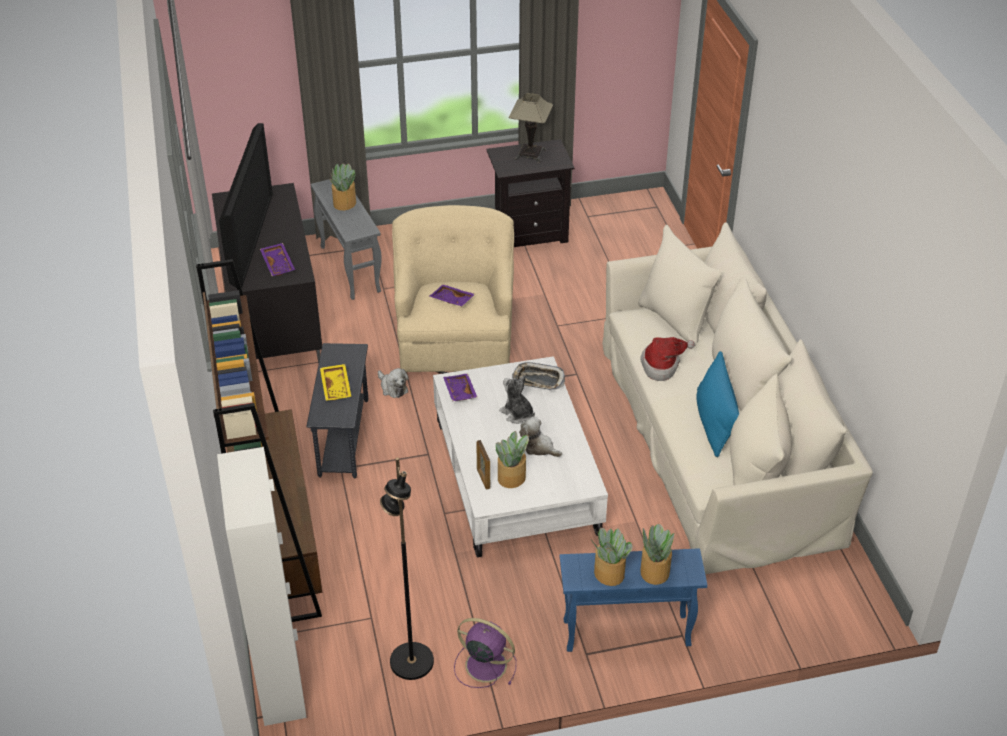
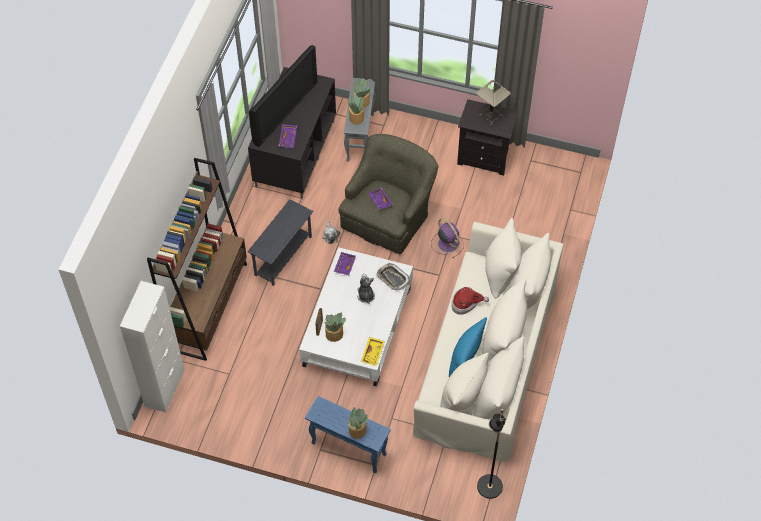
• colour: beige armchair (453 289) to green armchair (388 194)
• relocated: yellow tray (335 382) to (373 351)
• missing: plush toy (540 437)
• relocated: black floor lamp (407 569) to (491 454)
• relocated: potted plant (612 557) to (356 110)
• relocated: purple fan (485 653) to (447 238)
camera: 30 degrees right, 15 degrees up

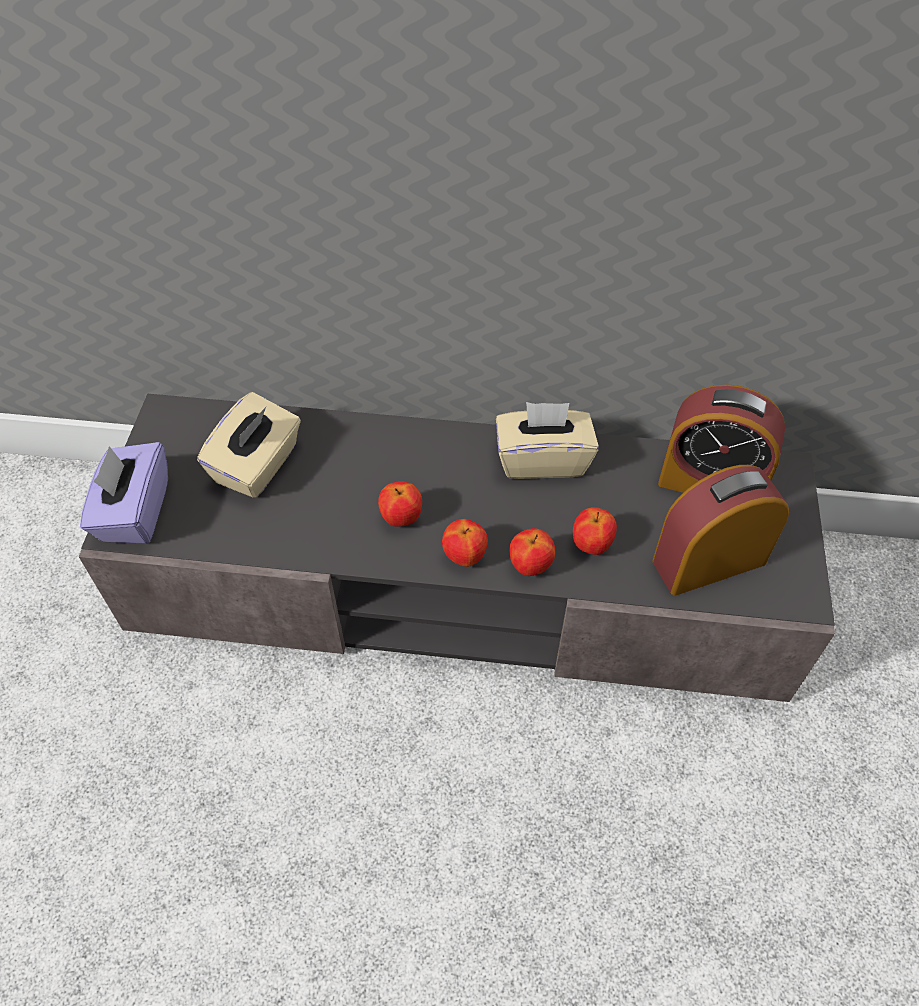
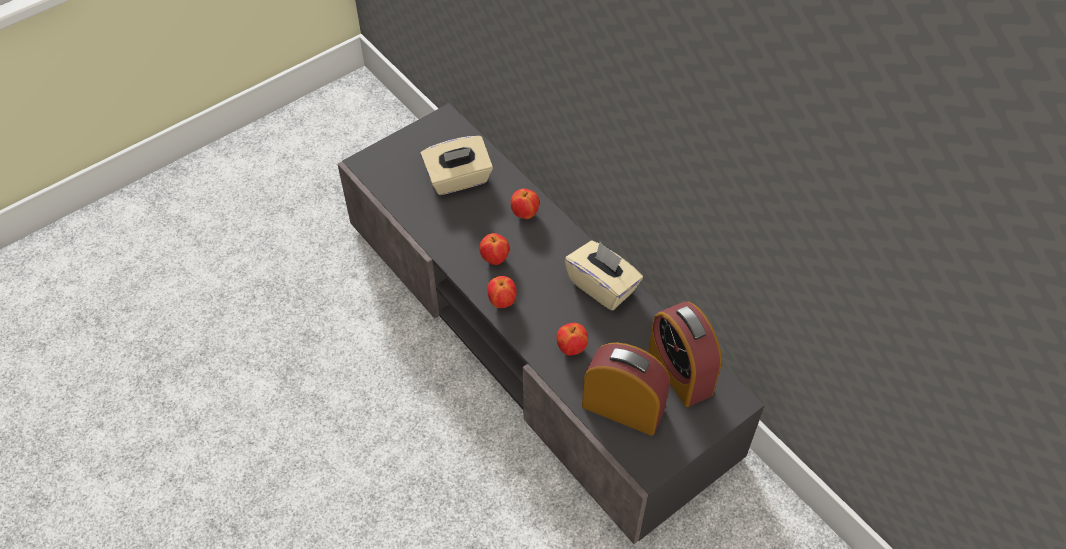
• missing: purple tissue box (124 493)
• relocated: apple (532 552) to (525 204)
camera: 45 degrees right, 0 degrees up

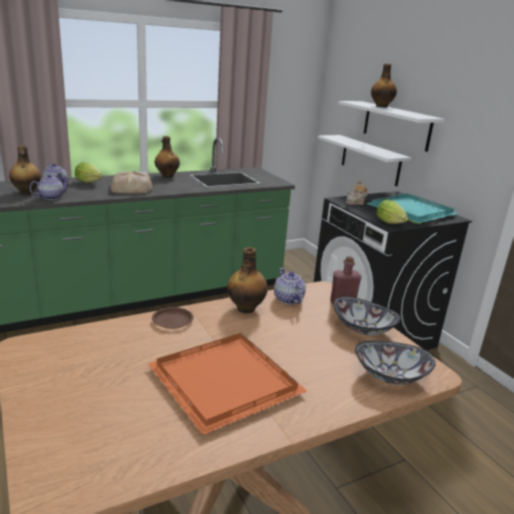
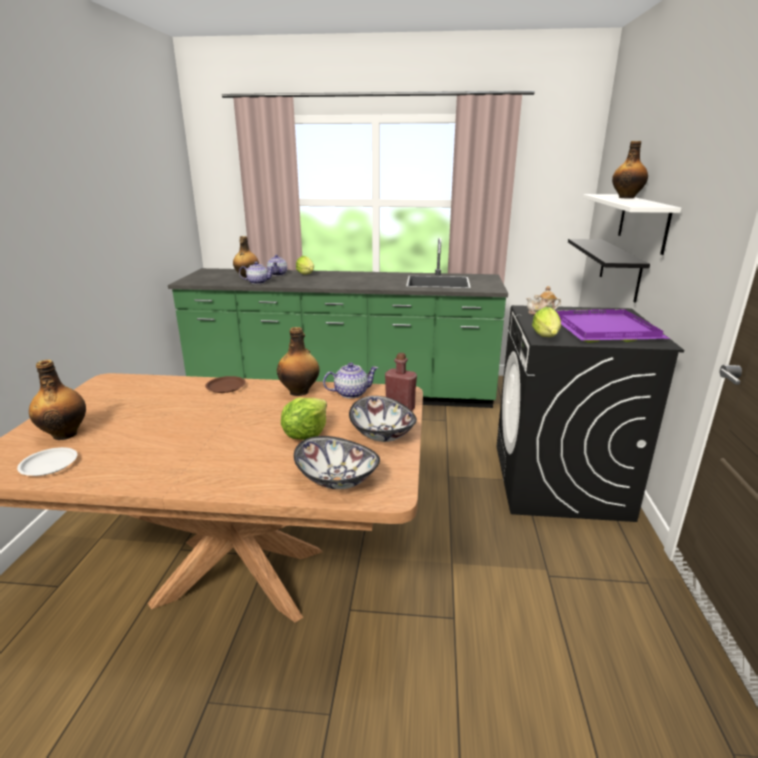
• colour: white shelf (365 160) to black shelf (609 271)
• relocated: bottle (167 157) to (57 400)
• missing: bread (132 182)
• colour: turquoise tray (412 208) to purple tray (613 326)
• spun: teapot (290 286) = (350 380) 60 degrees clockwise
• missing: orange tray (227 384)
• appeared: lettuce (304 419)
• appeared: white plate (47 461)
camera: 35 degrees right, 0 degrees up

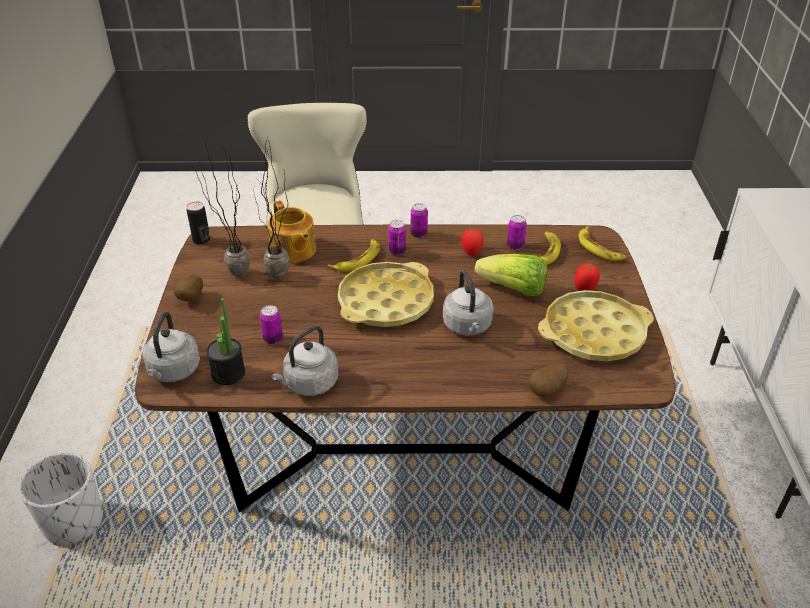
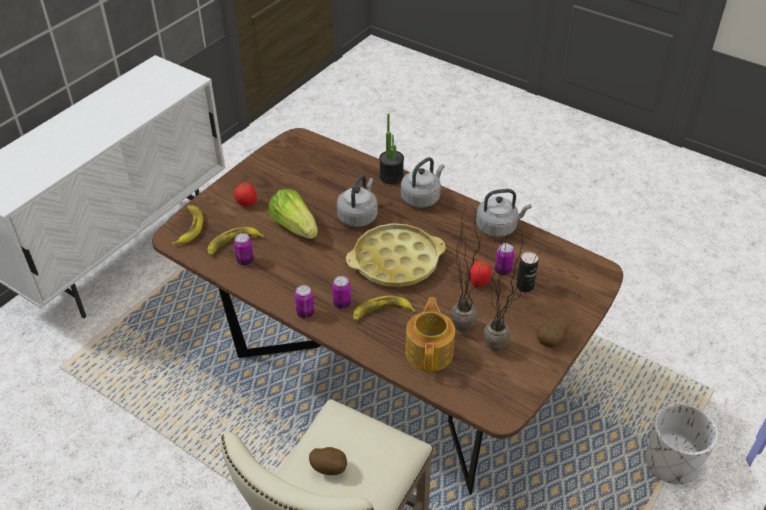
• relocated: can (198 223) to (527 272)
• relocated: tomato (472 241) to (480 274)
• missing: yellow tray (596 325)
• relocated: potted plant (225 341) to (391 148)
• relocated: grey kettle (171 347) to (423 182)
• relocated: potato (548 380) to (328 461)
camera: 145 degrees left, 5 degrees up

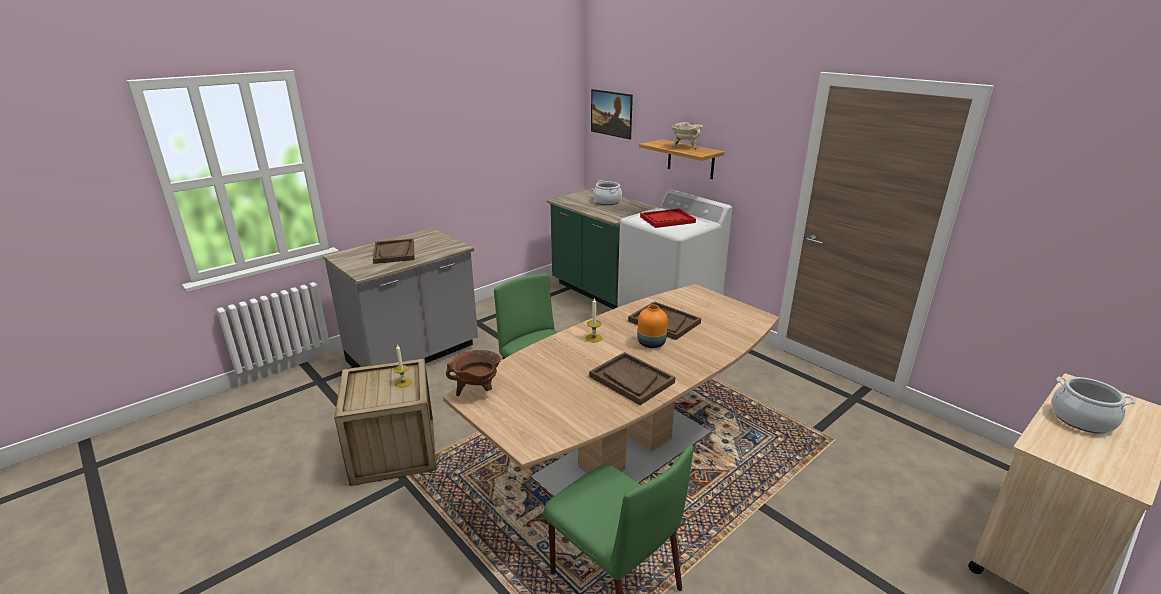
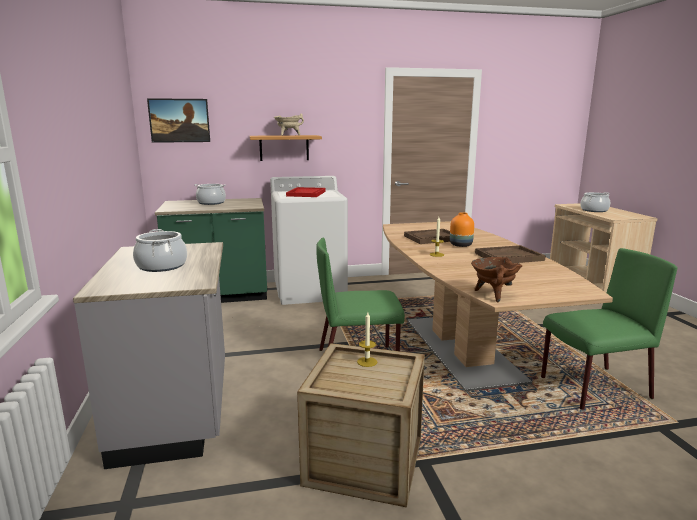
• exchanged: brown tray (393 251) to cooking pot (160 250)
camera: 60 degrees left, 10 degrees down

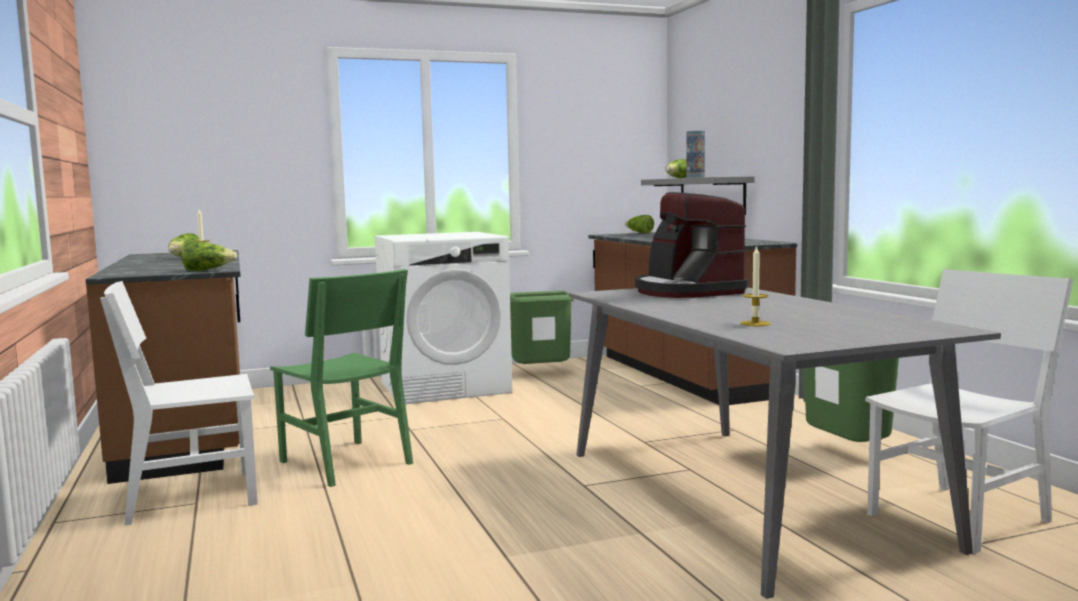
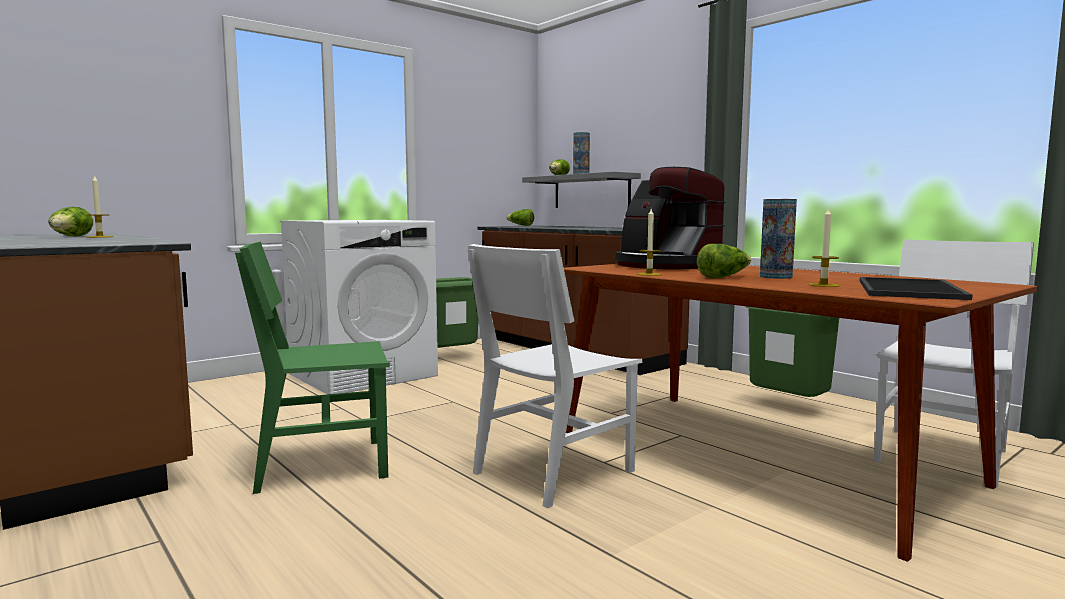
• relocated: lettuce (209 256) to (724 261)
• spun: green chair (341 378) = (312 368) 135 degrees clockwise
• relocated: white chair (179 403) to (555 376)
• colour: grey dining table (785 443) to brown dining table (801 413)
• appeared: vase (778 239)
• appeared: candle (649 242)
• appeared: tray (916 288)
camera: 20 degrees left, 0 degrees up

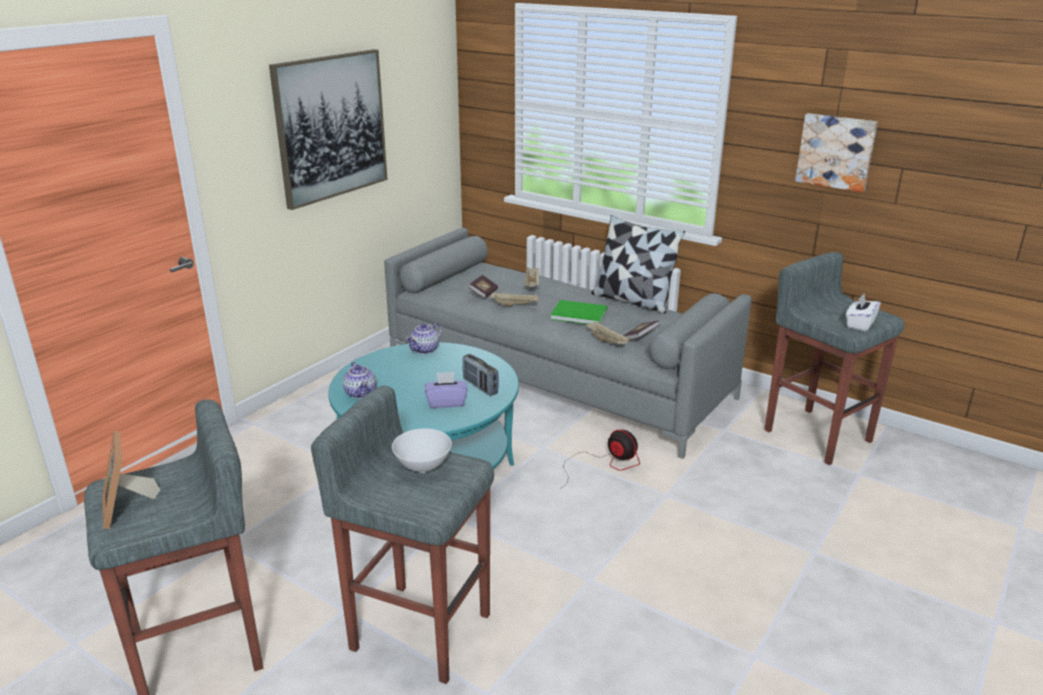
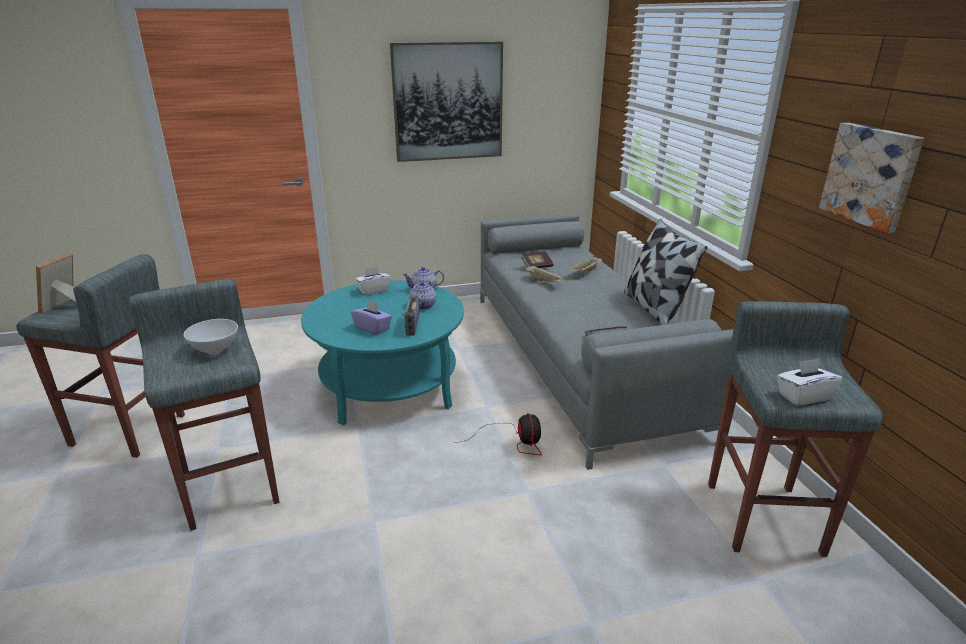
• missing: green book (578 312)
• missing: beige tray (608 333)
• relocated: teapot (359 380) to (422 295)
• appeared: white tissue box (373 280)
camera: 40 degrees right, 0 degrees up

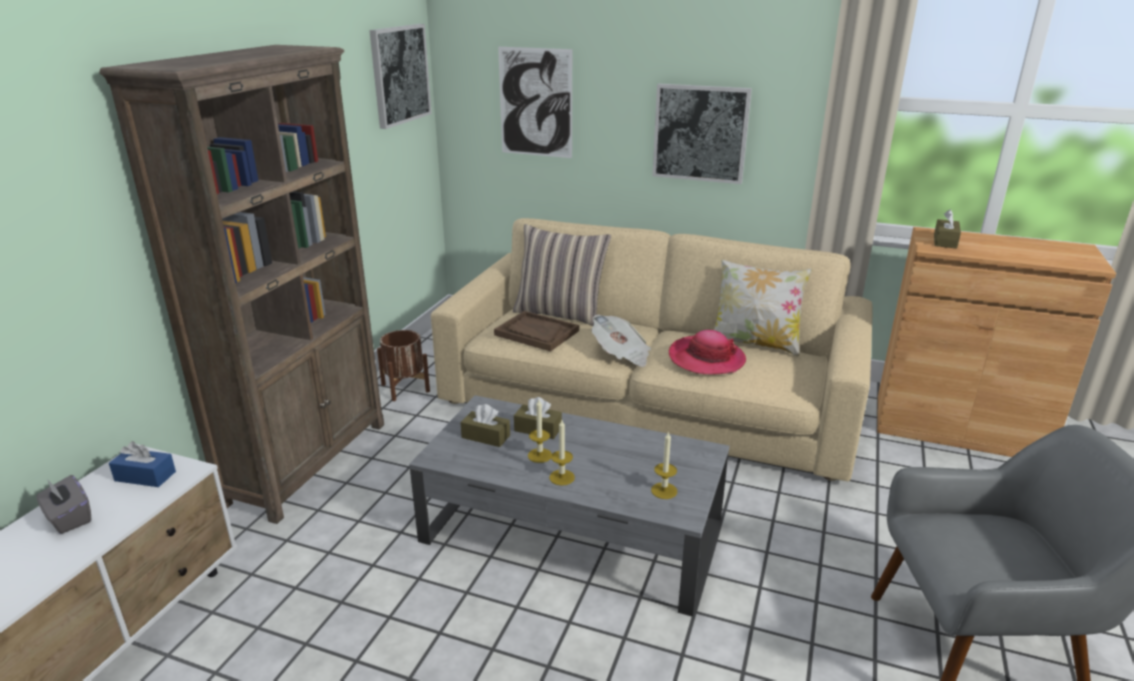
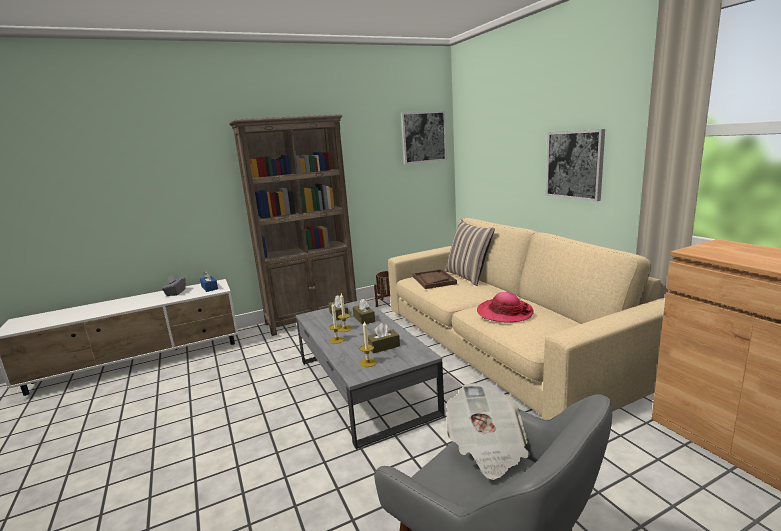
• missing: picture (535 102)
• relocated: brown tissue box (947 229) to (384 338)
• missing: pillow (763 308)
• relocated: newspaper (621 340) to (488 431)
camera: 45 degrees right, 10 degrees down

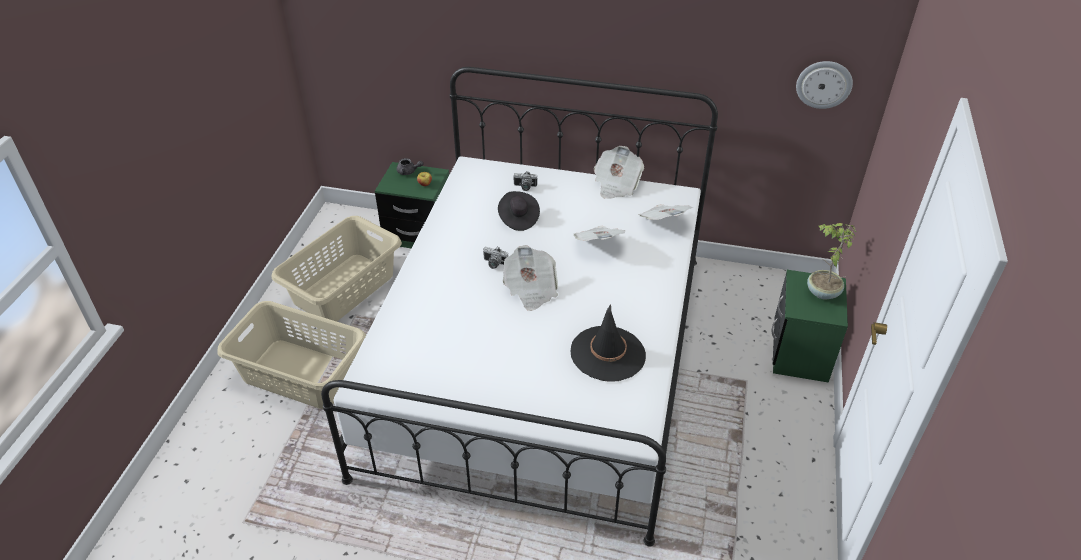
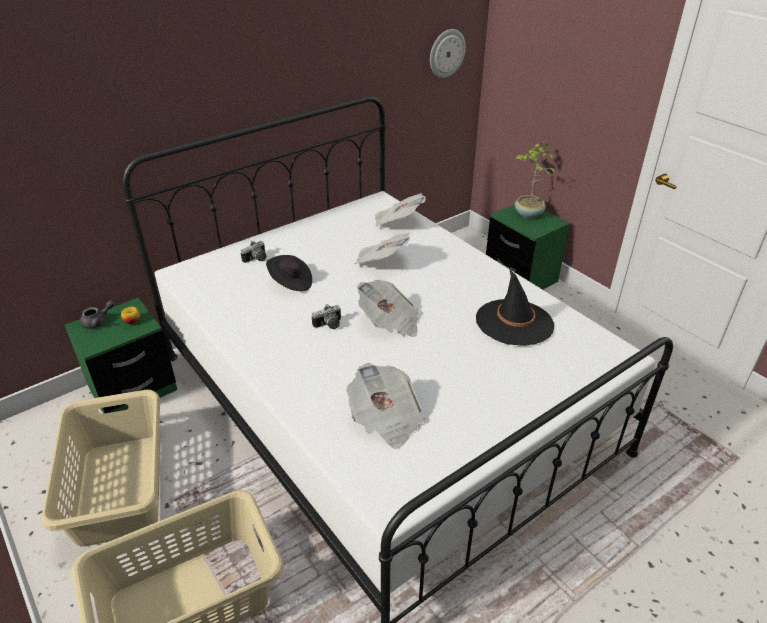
• relocated: newspaper (619 172) to (385 406)
camera: 50 degrees left, 5 degrees down

